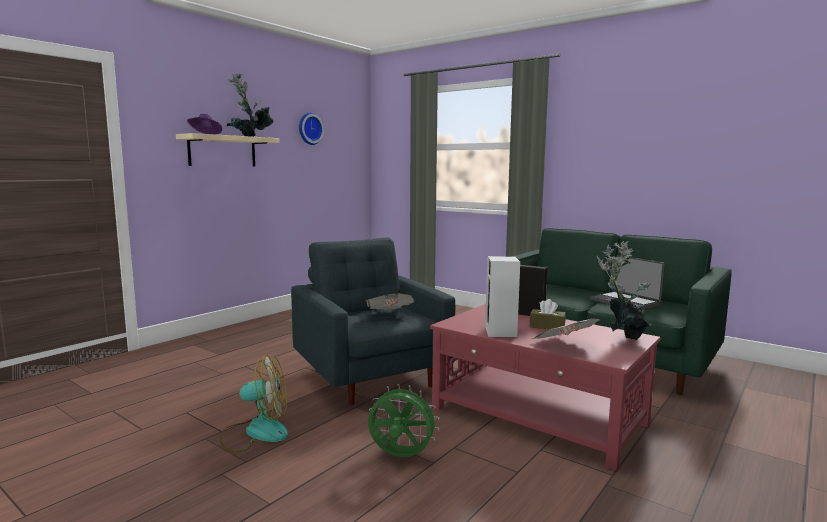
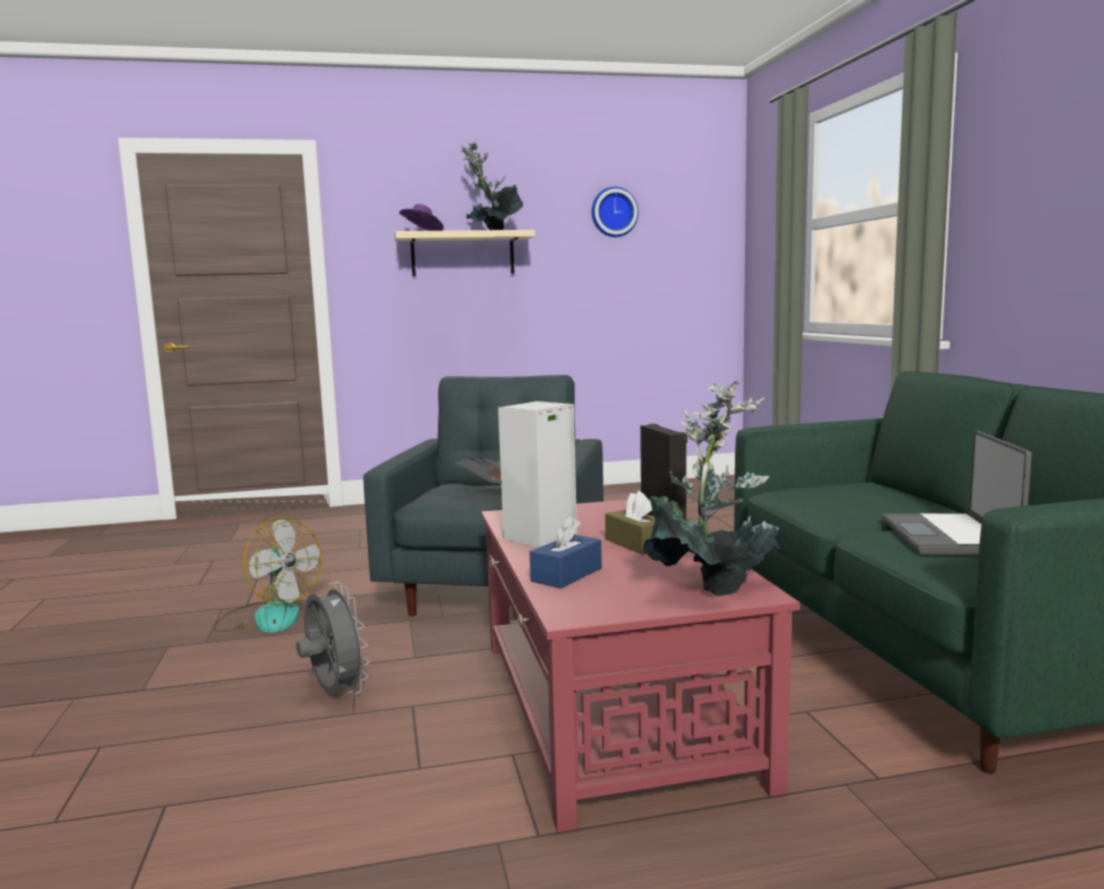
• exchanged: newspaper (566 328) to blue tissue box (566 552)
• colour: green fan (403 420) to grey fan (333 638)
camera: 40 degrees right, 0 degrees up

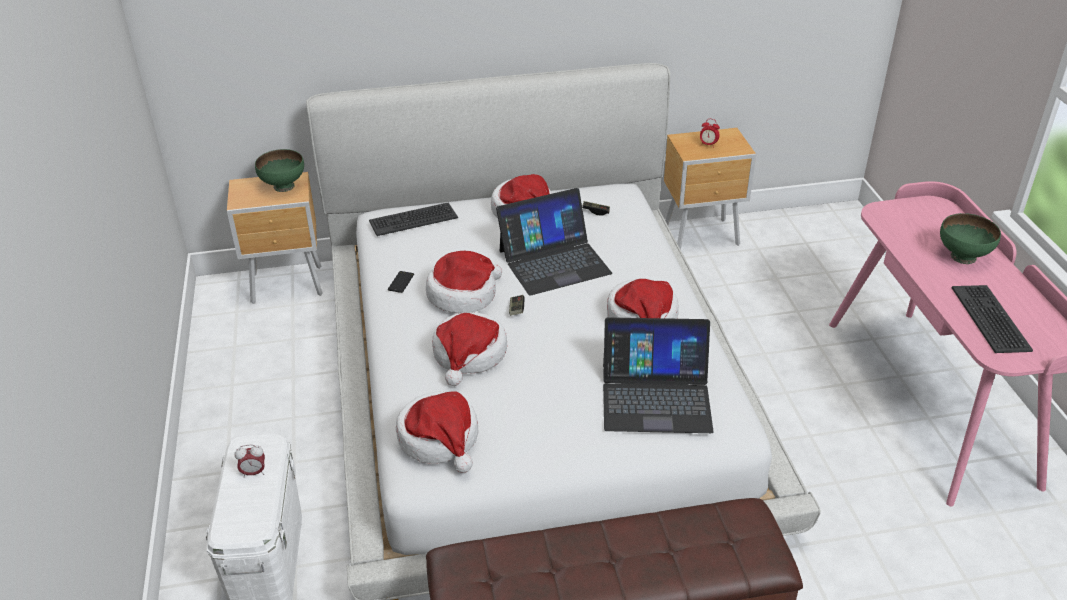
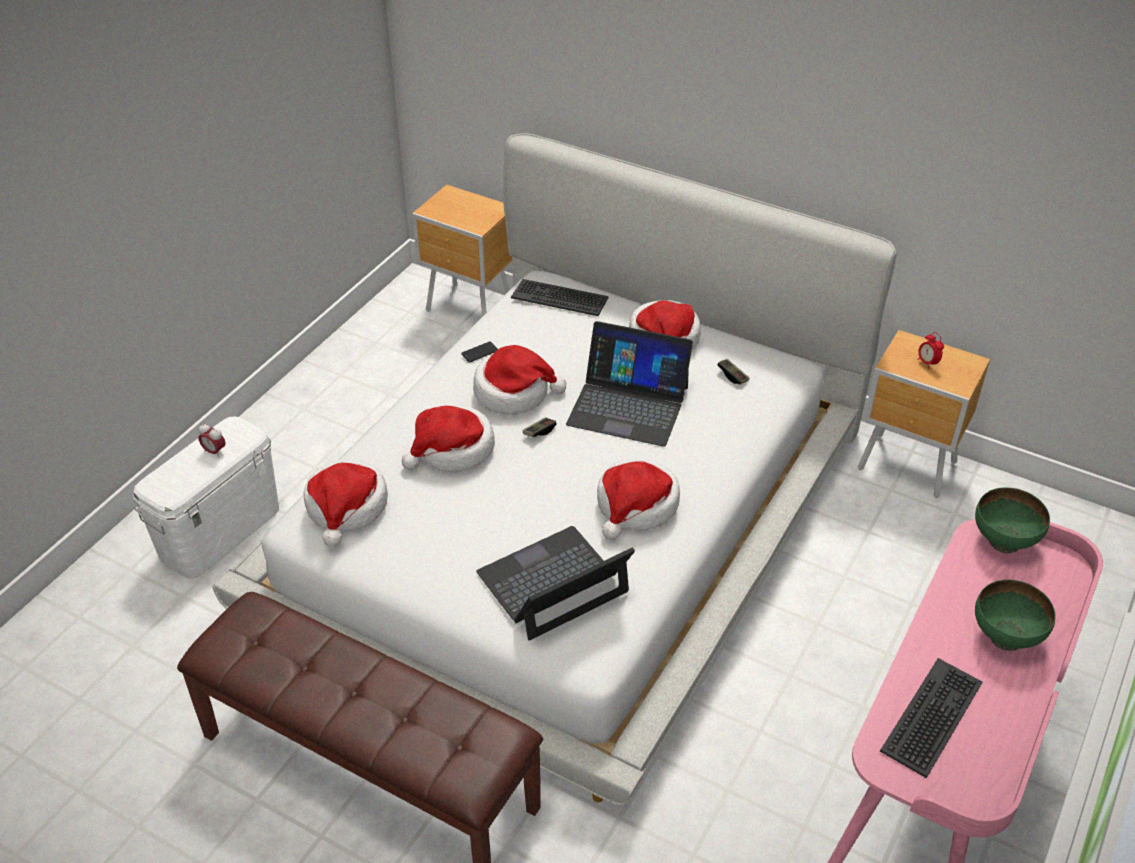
• relocated: green bowl (279 170) to (1012 520)
• spun: laptop (658 375) = (555 583) 105 degrees clockwise
camera: 40 degrees right, 5 degrees up

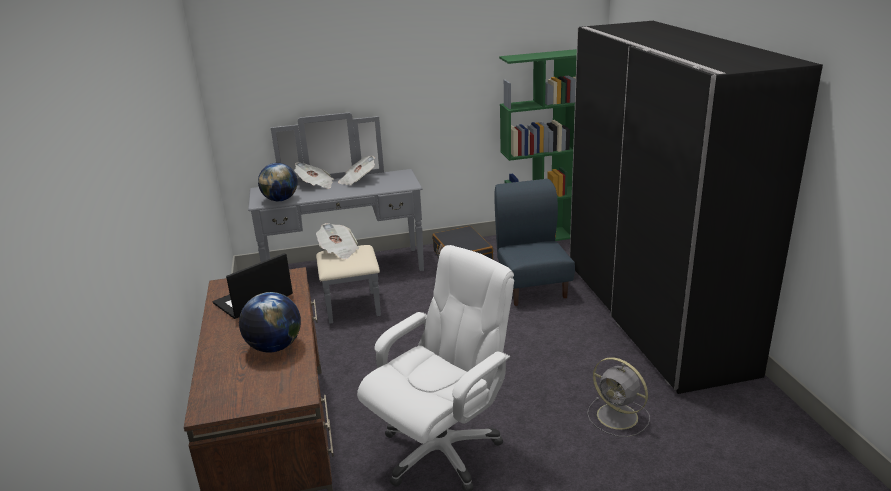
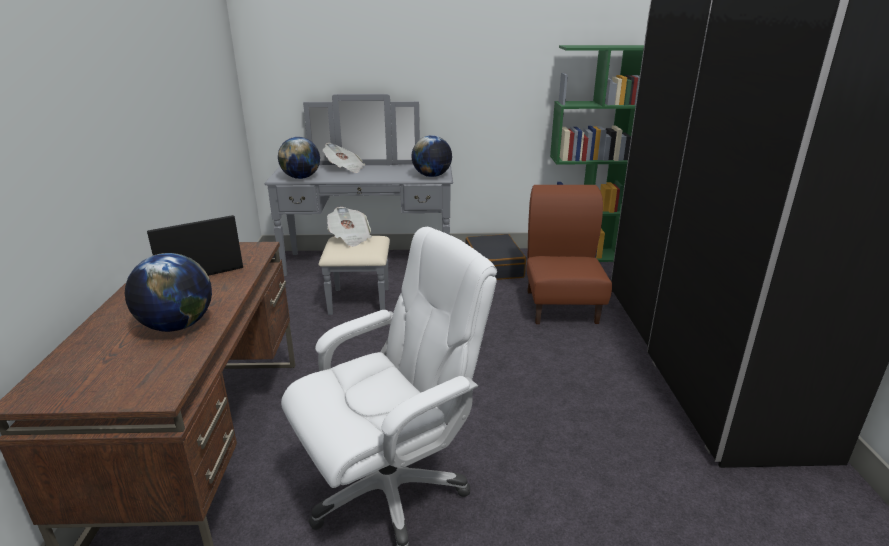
• missing: newspaper (356 170)
• colour: blue chair (534 242) to brown chair (569 254)
• missing: grey fan (618 397)
• appeared: globe (432 156)
camera: 10 degrees right, 0 degrees up

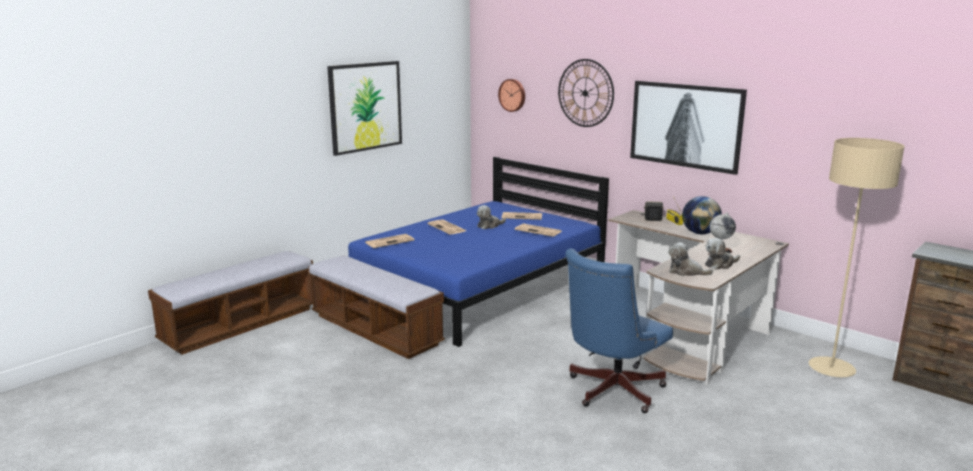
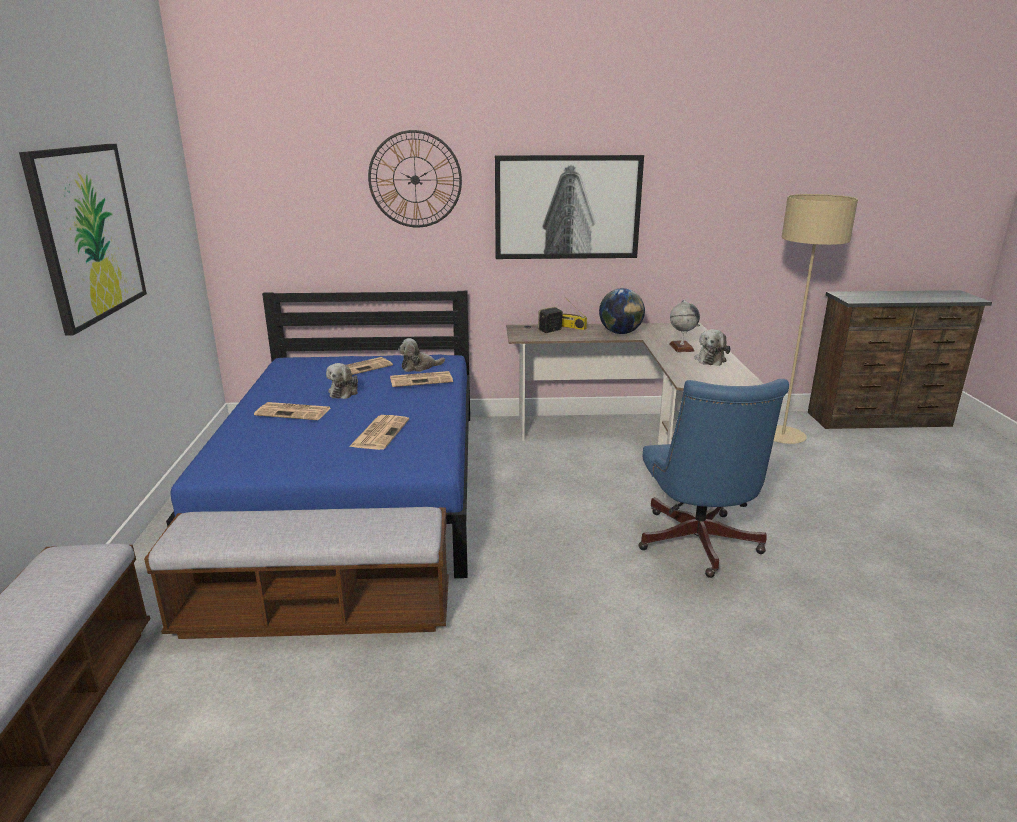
• missing: wall clock (511 95)
• relocated: newspaper (389 241) to (379 432)
• relocated: plush toy (690 259) to (421 355)
camera: 45 degrees left, 5 degrees up

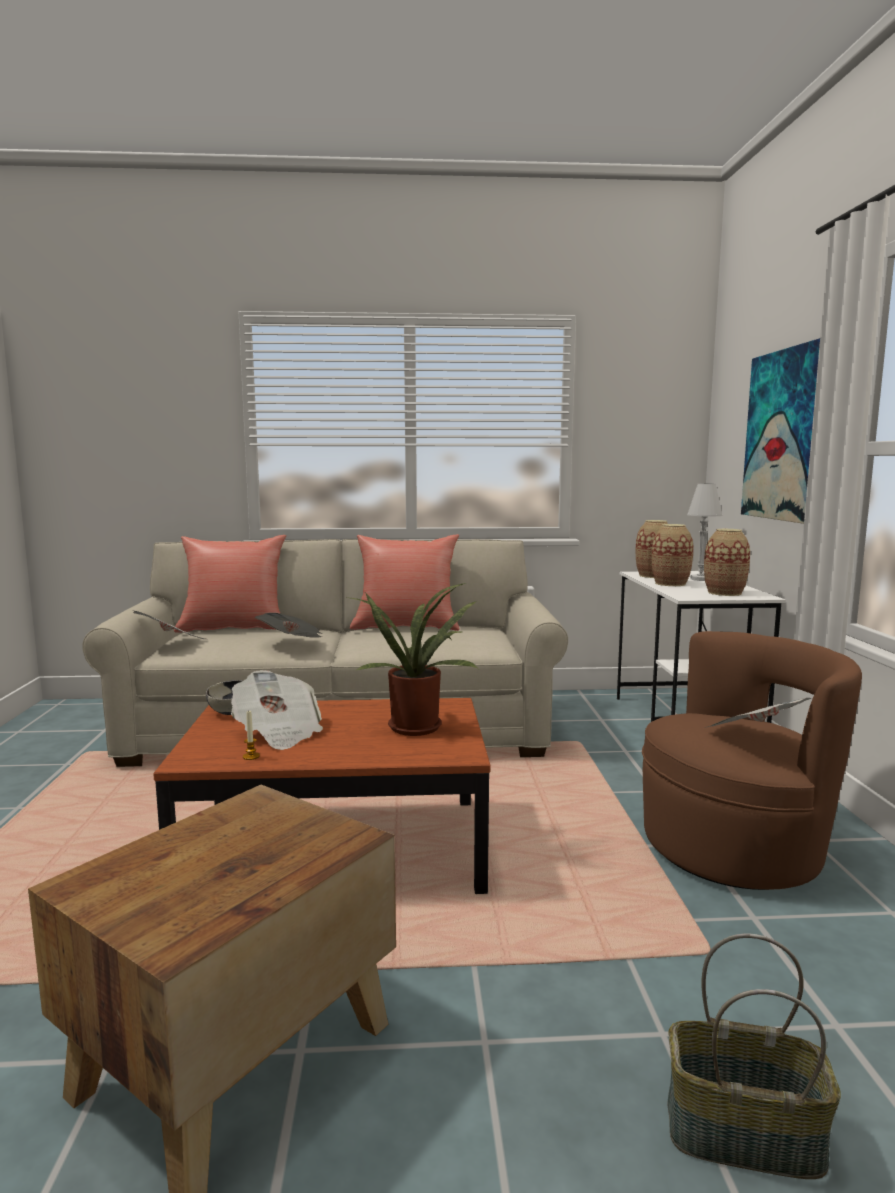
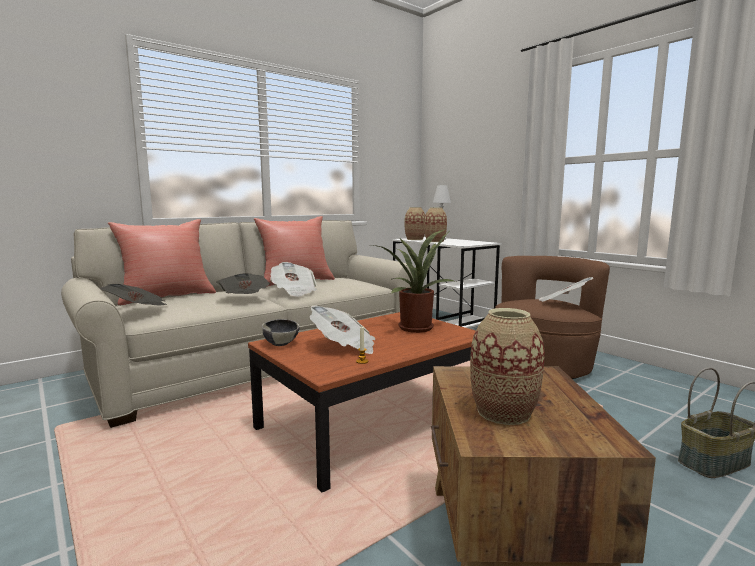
• missing: picture (780 431)
• relocated: vase (727 562) to (507 366)
• appeared: newspaper (293 279)
camera: 35 degrees left, 0 degrees up

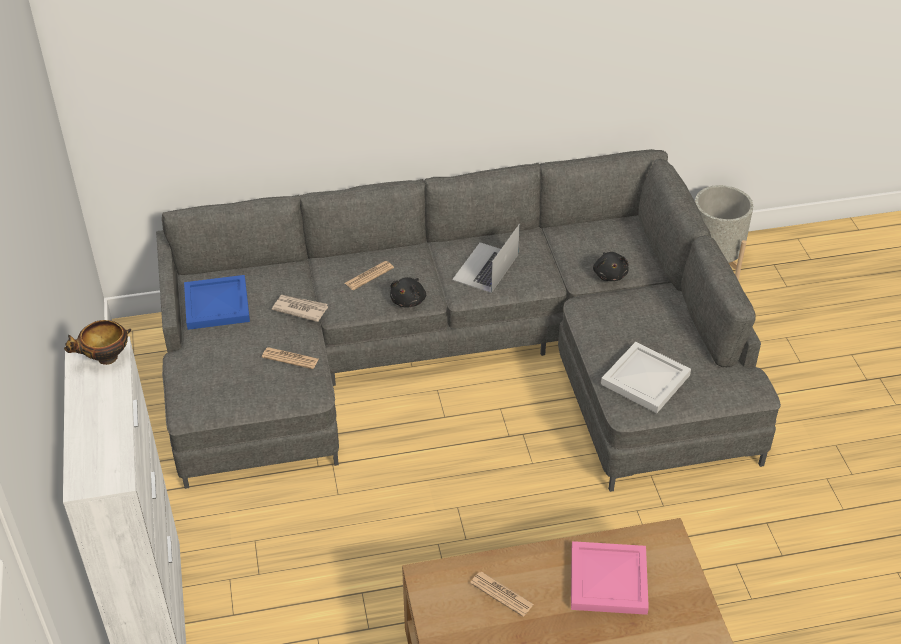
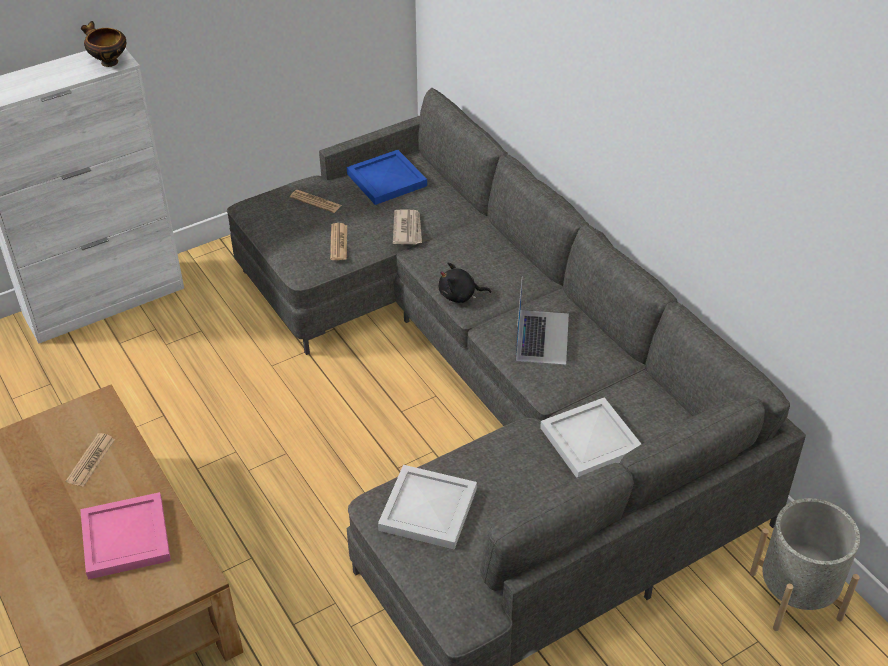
• spun: laptop (486 258) = (542 320) 90 degrees clockwise
• exchanged: black plush toy (611 266) to white tray (590 437)
• relocated: newspaper (369 275) to (316 201)
camera: 70 degrees right, 0 degrees up

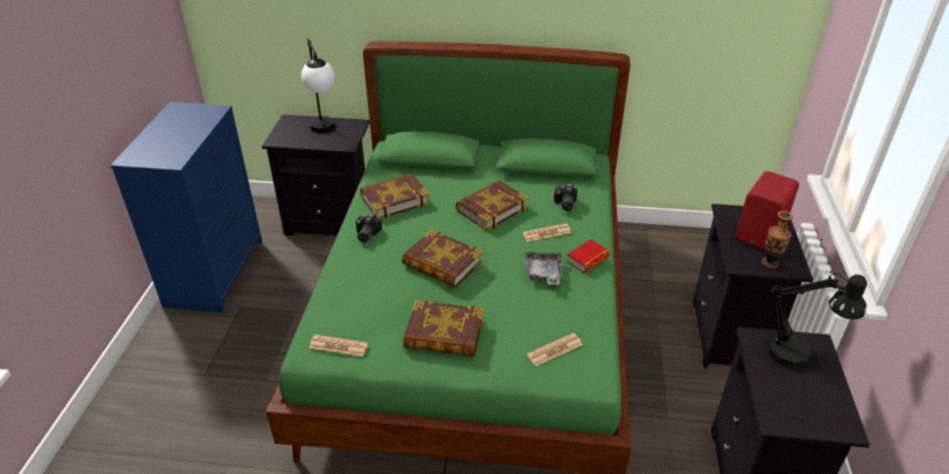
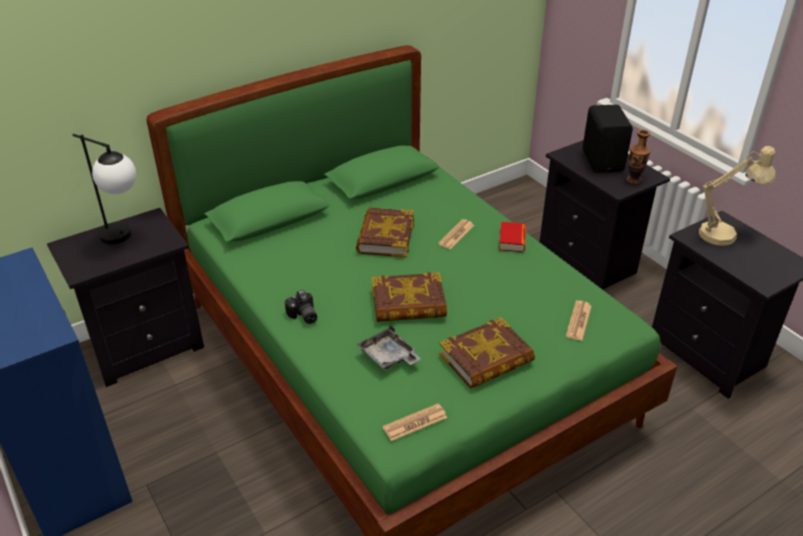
• colour: red speaker (767 210) to black speaker (607 139)
• missing: book (395 196)
• missing: photo camera (566 197)
• relocated: grey tray (544 268) to (389 347)
• colour: black table lamp (817 321) to beige table lamp (737 196)
camera: 40 degrees left, 0 degrees up

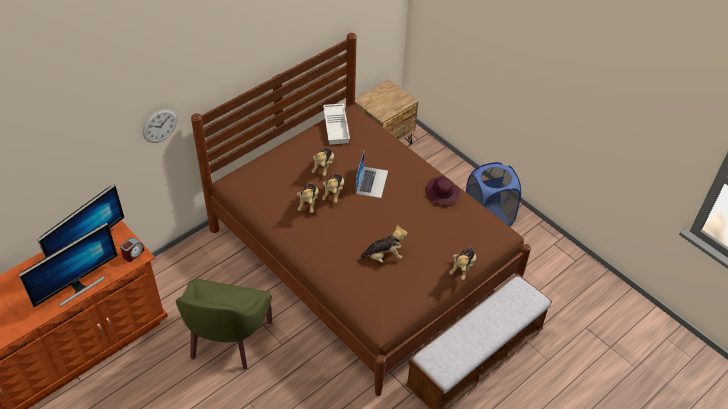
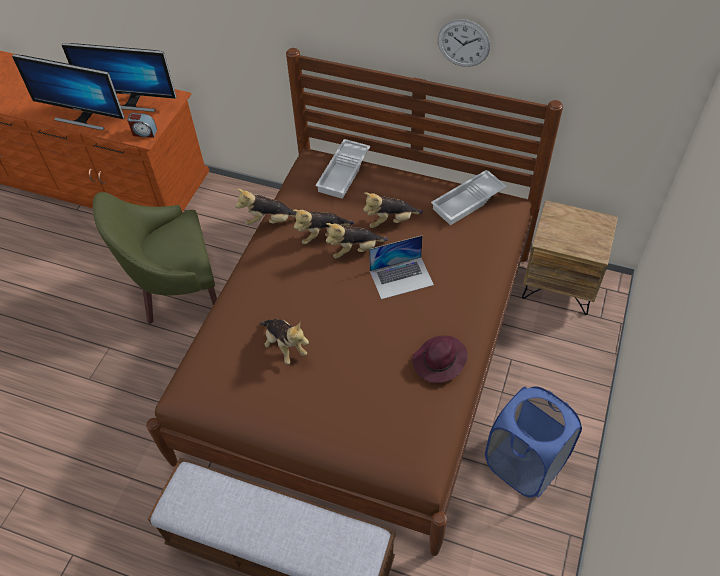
• relocated: wall clock (159 126) to (464 43)
• relocated: plush toy (462 263) to (265 207)
• appeared: white tray (342 169)
camera: 65 degrees right, 5 degrees up

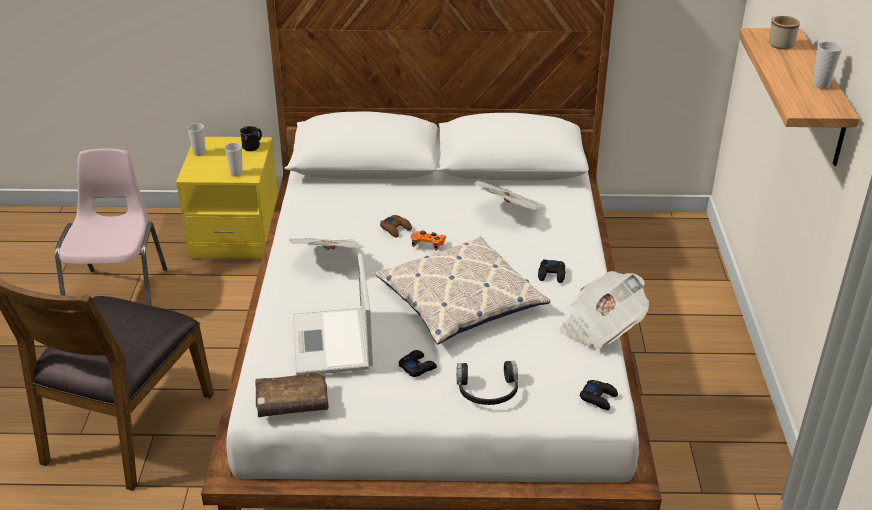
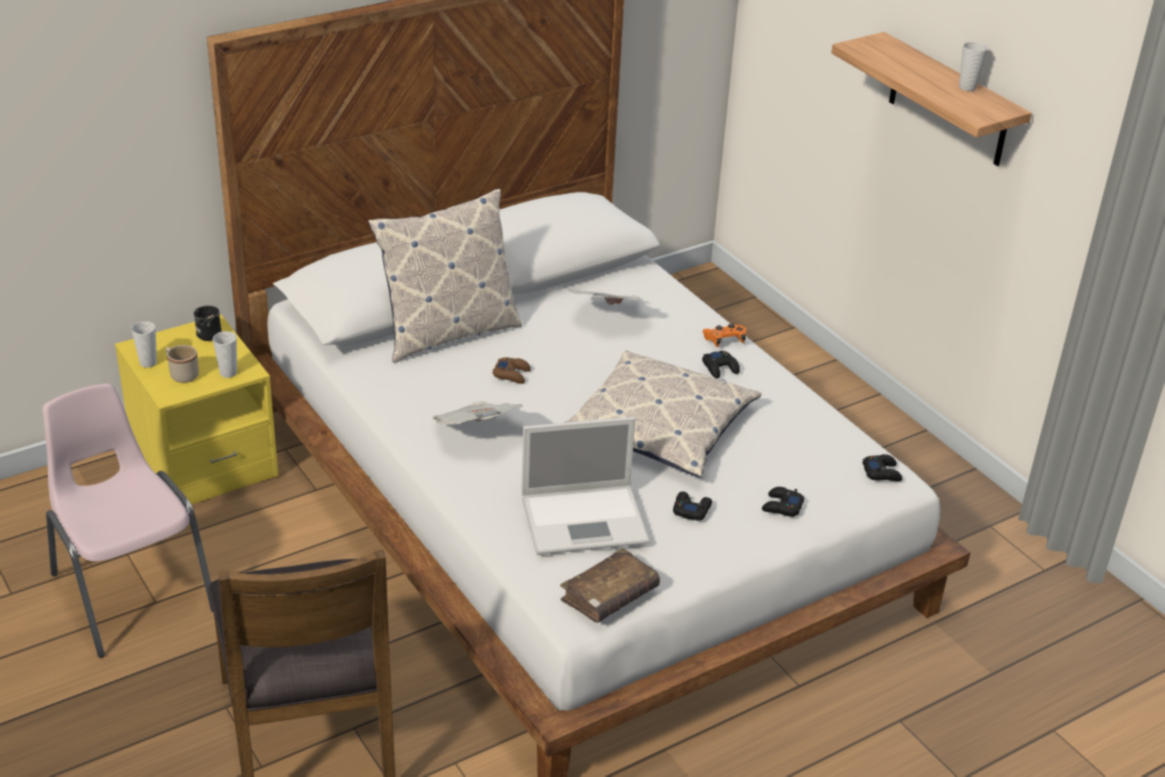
• relocated: beige mug (784 33) to (182 364)
• relocated: orange game controller (428 241) to (724 335)
• spun: laptop (333 314) = (585 486) 60 degrees counterclockwise
• missing: newspaper (604 310)
• exchanged: black headphones (487 383) to black game controller (783 502)
• appeared: pillow (445 276)
camera: 35 degrees left, 0 degrees up

